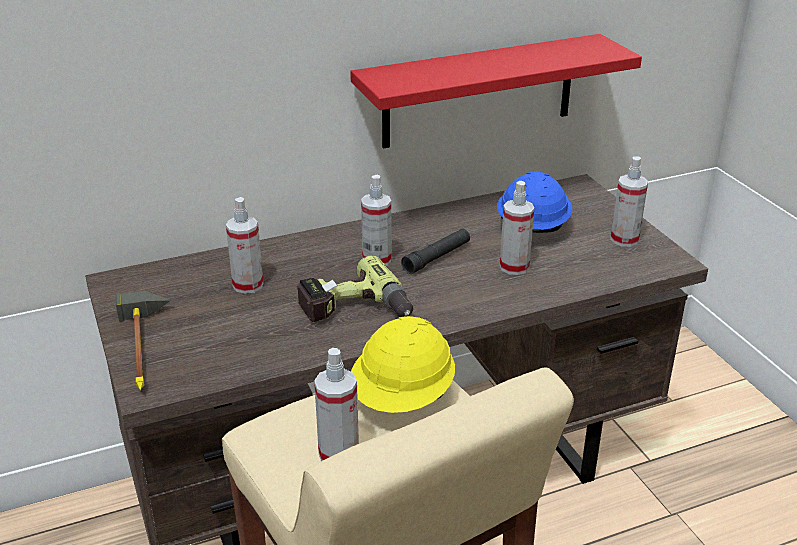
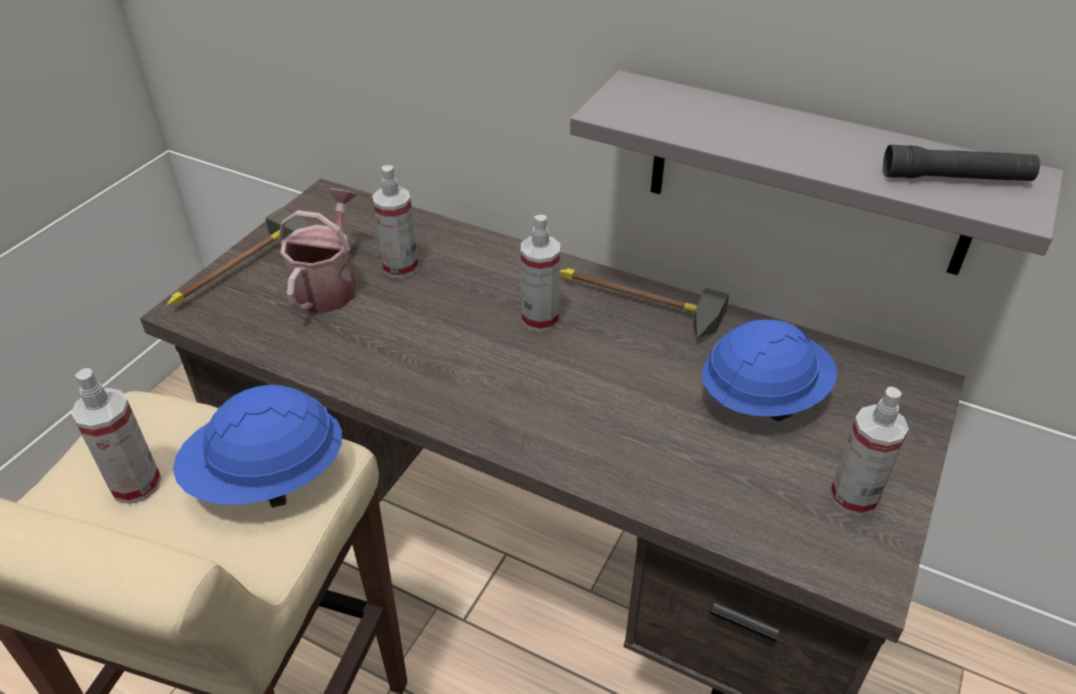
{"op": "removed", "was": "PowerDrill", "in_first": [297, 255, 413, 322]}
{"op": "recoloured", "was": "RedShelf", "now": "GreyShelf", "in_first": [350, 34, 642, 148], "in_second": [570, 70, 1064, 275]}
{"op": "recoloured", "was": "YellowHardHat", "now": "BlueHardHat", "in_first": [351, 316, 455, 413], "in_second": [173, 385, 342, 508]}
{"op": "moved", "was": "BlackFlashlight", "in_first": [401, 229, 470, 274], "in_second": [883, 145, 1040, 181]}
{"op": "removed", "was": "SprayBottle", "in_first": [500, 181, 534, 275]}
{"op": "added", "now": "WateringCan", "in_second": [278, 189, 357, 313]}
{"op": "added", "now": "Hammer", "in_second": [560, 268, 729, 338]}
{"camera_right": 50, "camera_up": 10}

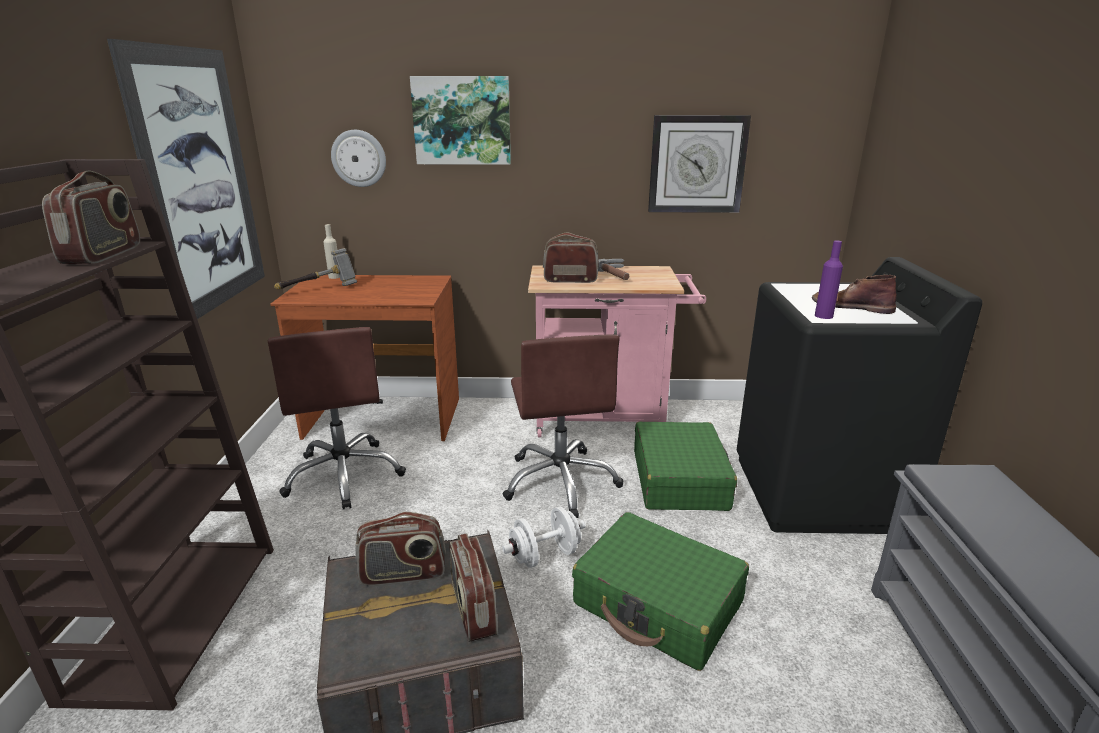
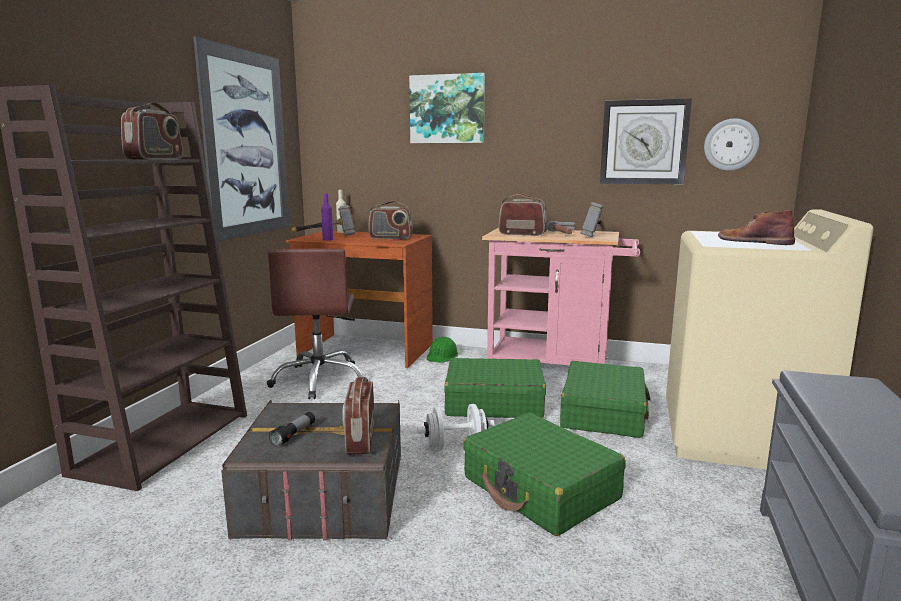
{"op": "moved", "was": "WallClock", "in_first": [331, 130, 386, 187], "in_second": [704, 118, 759, 171]}
{"op": "moved", "was": "Radio", "in_first": [355, 512, 446, 586], "in_second": [369, 201, 413, 239]}
{"op": "replaced", "was": "BrownOfficeChair", "now": "GreenSuitcase", "in_first": [502, 334, 623, 518], "in_second": [444, 358, 546, 418]}
{"op": "recoloured", "was": "BlackWashingMachine", "now": "BeigeWashingMachine", "in_first": [737, 257, 982, 534], "in_second": [666, 209, 874, 470]}
{"op": "moved", "was": "PurpleBottle", "in_first": [815, 240, 843, 319], "in_second": [321, 193, 333, 241]}
{"op": "added", "now": "Flashlight", "in_second": [269, 412, 315, 447]}
{"op": "added", "now": "GreenHardHat", "in_second": [426, 336, 458, 363]}
{"op": "added", "now": "Hammer", "in_second": [581, 202, 604, 237]}
{"camera_right": 15, "camera_up": -10}

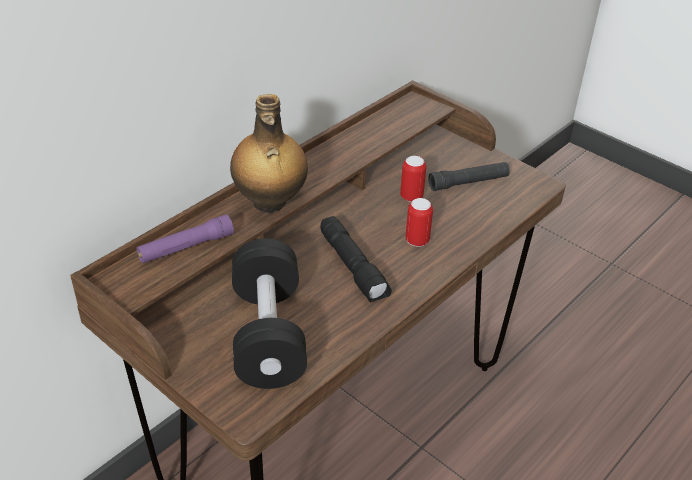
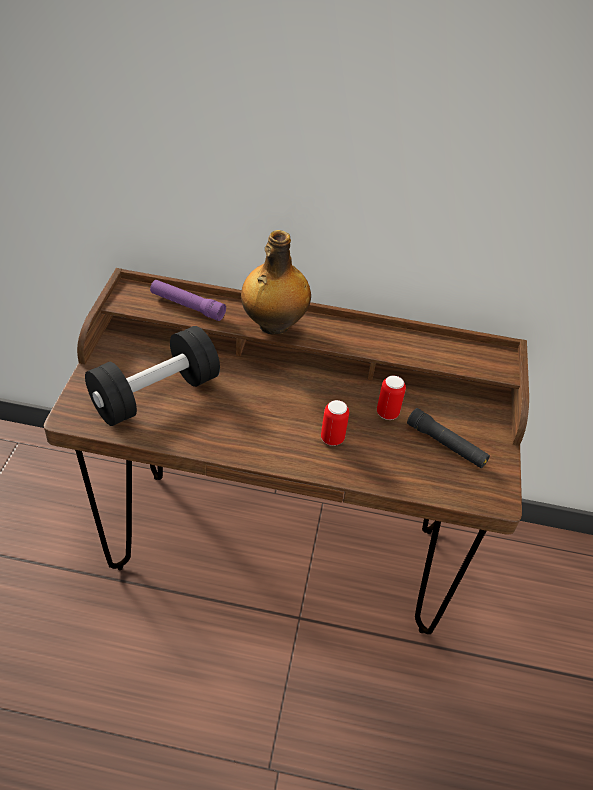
{"op": "removed", "was": "BlackFlashlight", "in_first": [320, 216, 392, 303]}
{"camera_right": 55, "camera_up": 5}

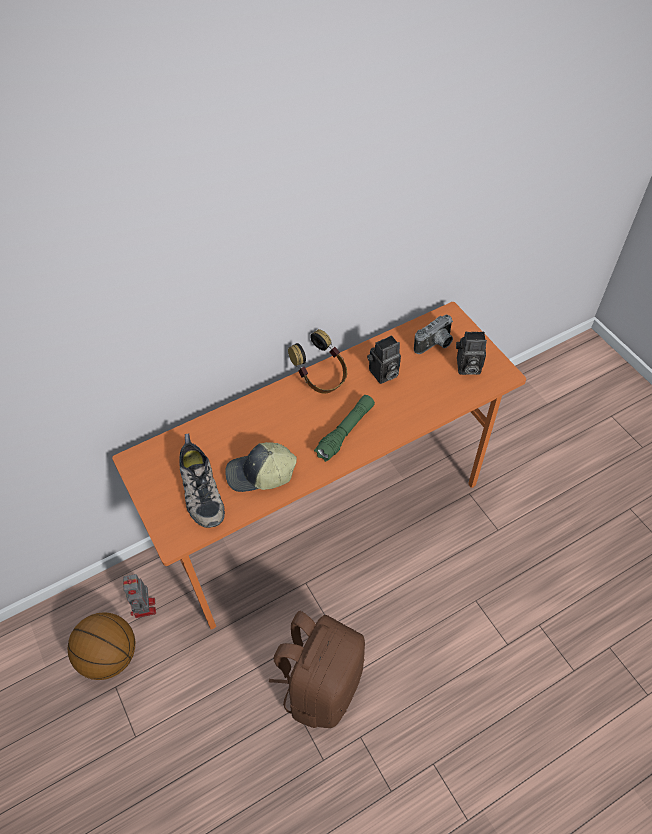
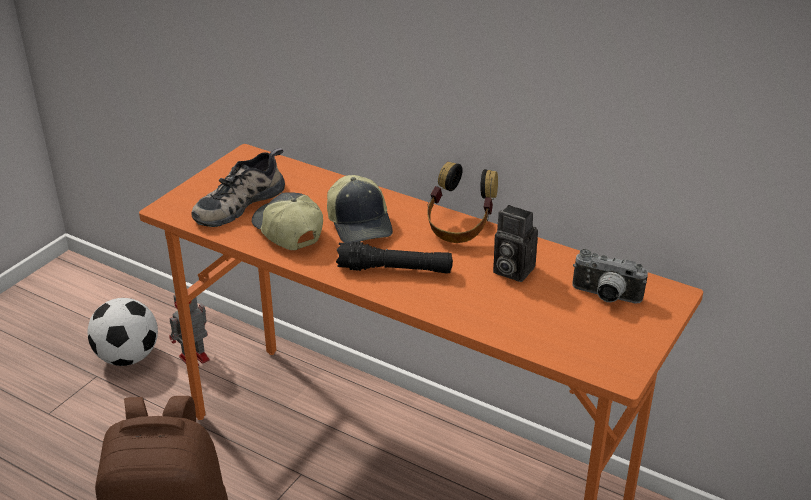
{"op": "replaced", "was": "Basketball", "now": "Football", "in_first": [67, 612, 135, 680], "in_second": [87, 298, 158, 366]}
{"op": "recoloured", "was": "GreenFlashlight", "now": "BlackFlashlight", "in_first": [314, 395, 375, 462], "in_second": [336, 242, 453, 274]}
{"op": "removed", "was": "PhotoCamera", "in_first": [456, 332, 487, 375]}
{"op": "added", "now": "Cap", "in_second": [327, 175, 393, 243]}
{"camera_right": 60, "camera_up": -20}

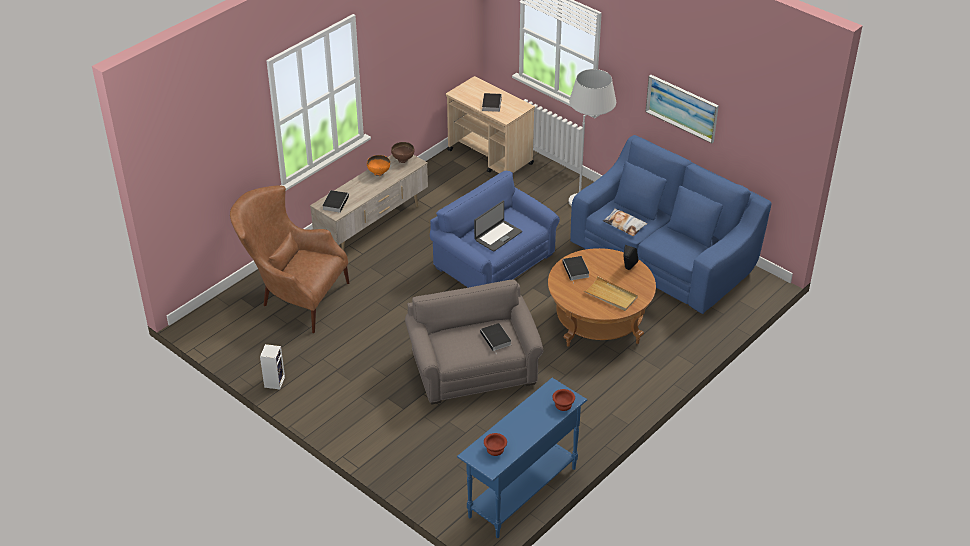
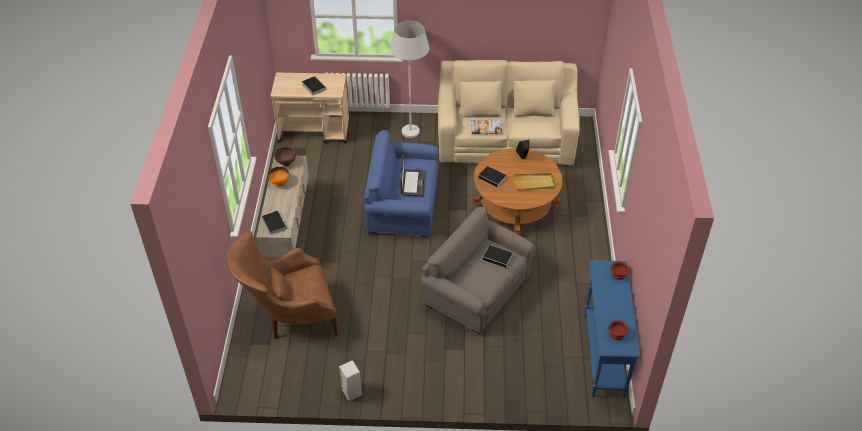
{"op": "recoloured", "was": "BlueSofa", "now": "BeigeSofa", "in_first": [570, 135, 772, 314], "in_second": [438, 60, 580, 166]}
{"op": "removed", "was": "Picture", "in_first": [645, 75, 719, 144]}
{"camera_right": -40, "camera_up": 5}

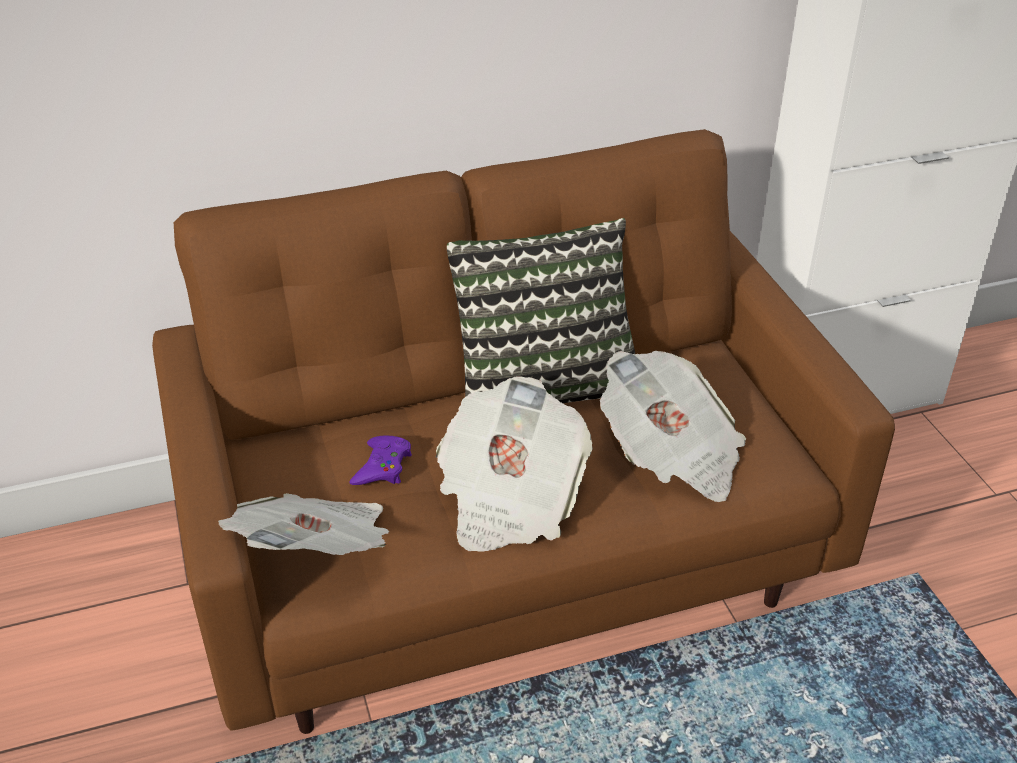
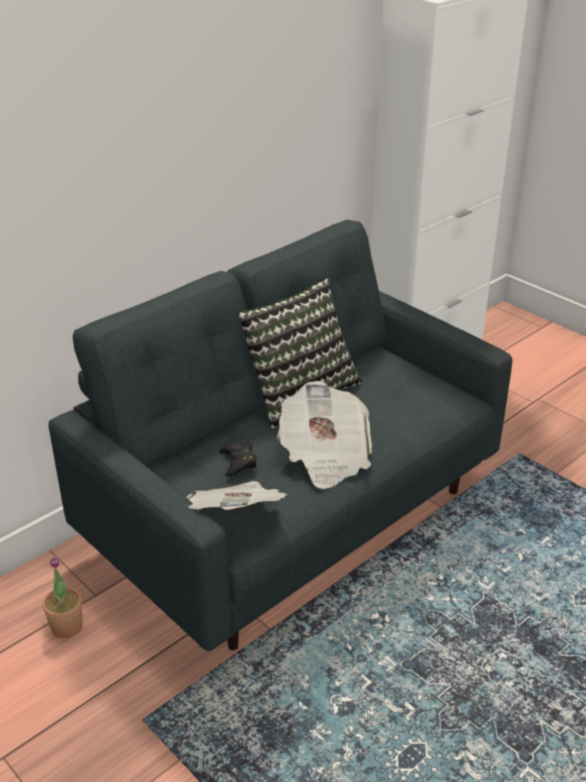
{"op": "recoloured", "was": "BrownSofa", "now": "GreySofa", "in_first": [152, 129, 895, 734], "in_second": [48, 220, 513, 651]}
{"op": "recoloured", "was": "PurpleGameController", "now": "BlackGameController", "in_first": [349, 436, 412, 485], "in_second": [219, 441, 257, 477]}
{"op": "removed", "was": "Newspaper", "in_first": [600, 351, 746, 502]}
{"op": "added", "now": "PottedPlant", "in_second": [43, 557, 83, 638]}
{"camera_right": -25, "camera_up": -5}

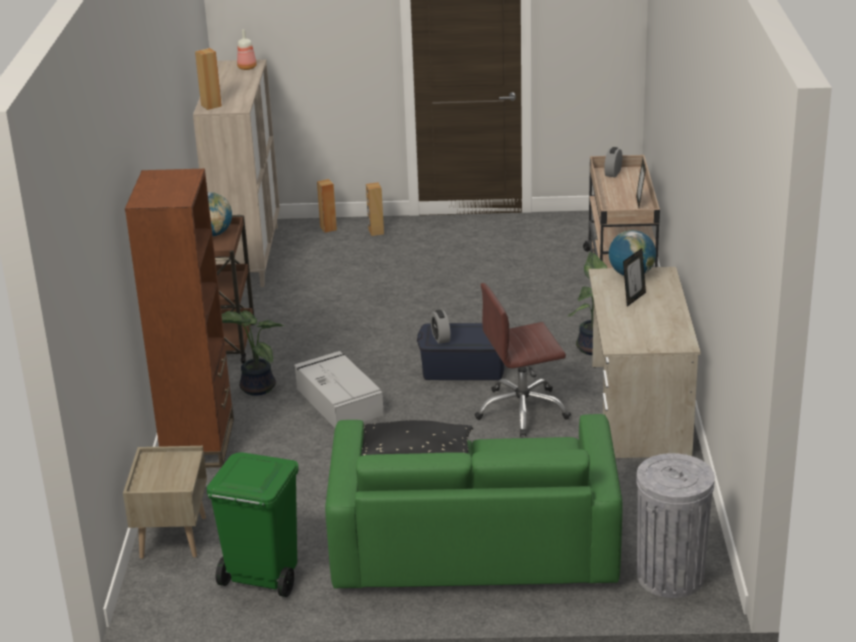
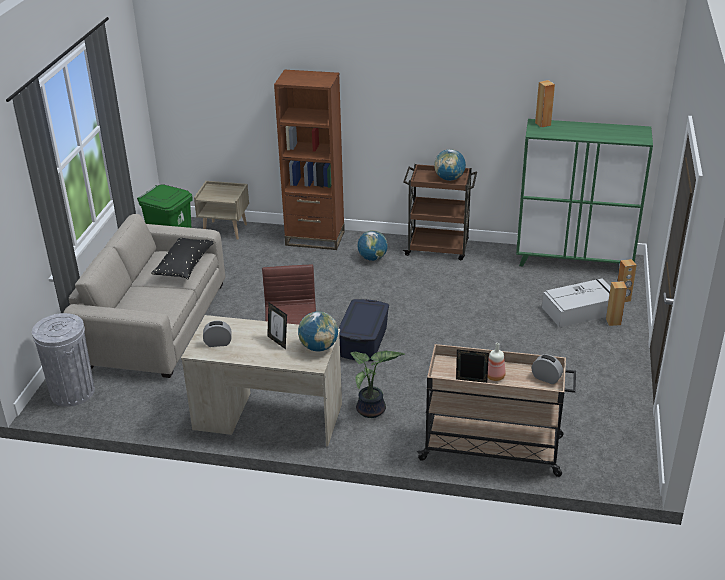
{"op": "recoloured", "was": "BeigeCabinet", "now": "GreenCabinet", "in_first": [193, 59, 280, 287], "in_second": [516, 119, 653, 266]}
{"op": "replaced", "was": "PottedPlant", "now": "Globe", "in_first": [222, 310, 285, 396], "in_second": [357, 230, 388, 261]}
{"op": "moved", "was": "Bottle", "in_first": [237, 29, 257, 70], "in_second": [488, 343, 506, 381]}
{"op": "moved", "was": "GreyStorageBox", "in_first": [294, 351, 384, 428], "in_second": [542, 279, 610, 327]}
{"op": "recoloured", "was": "GreenSofa", "now": "BeigeSofa", "in_first": [325, 414, 622, 588], "in_second": [63, 214, 225, 378]}
{"op": "moved", "was": "AlarmClock", "in_first": [431, 310, 451, 344], "in_second": [203, 321, 232, 347]}
{"camera_right": 100, "camera_up": 5}

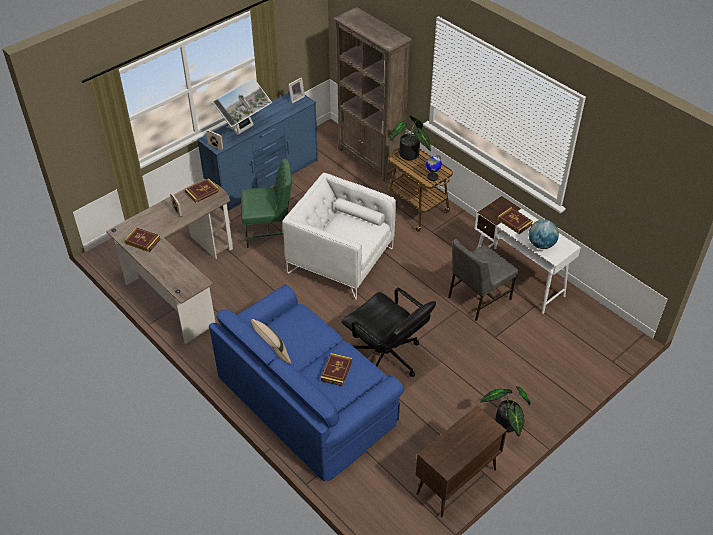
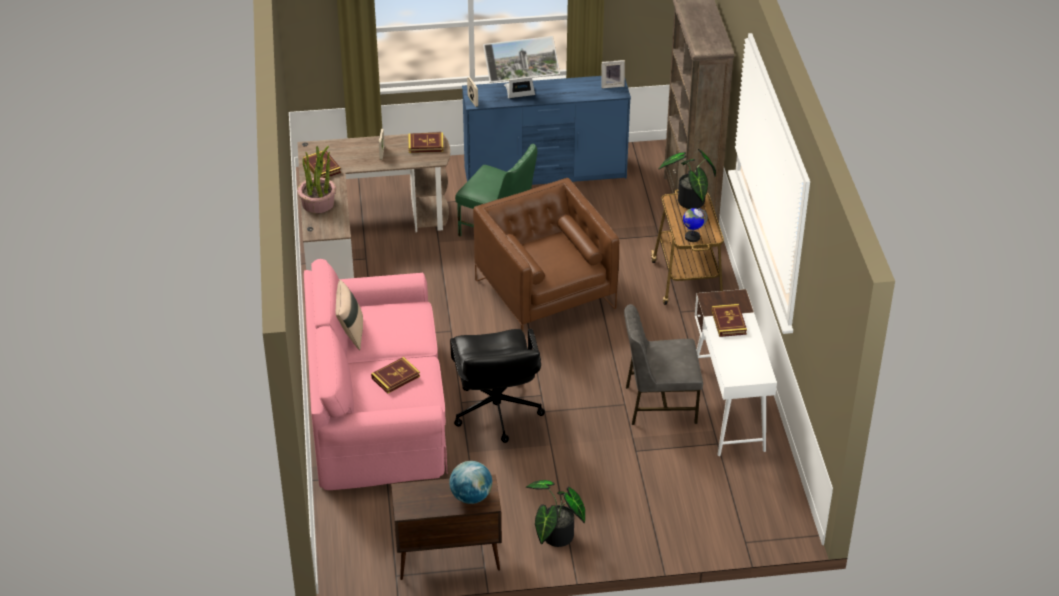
{"op": "recoloured", "was": "BlueSofa", "now": "PinkSofa", "in_first": [209, 284, 404, 481], "in_second": [304, 259, 447, 490]}
{"op": "recoloured", "was": "WhiteArmchair", "now": "BrownArmchair", "in_first": [282, 173, 396, 300], "in_second": [473, 178, 619, 332]}
{"op": "moved", "was": "Globe", "in_first": [529, 220, 559, 249], "in_second": [449, 461, 492, 504]}
{"op": "added", "now": "PottedPlant", "in_second": [297, 146, 336, 213]}
{"camera_right": 35, "camera_up": -5}

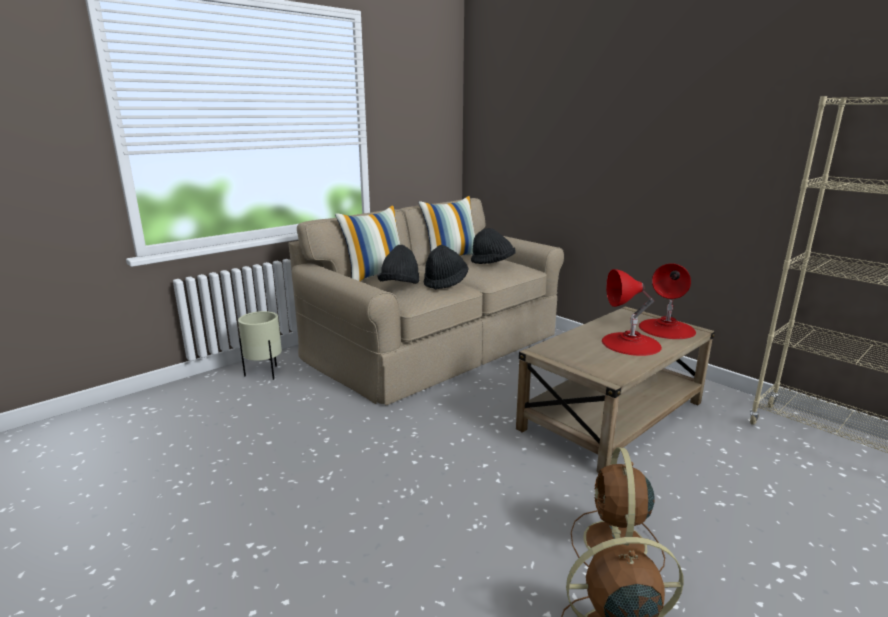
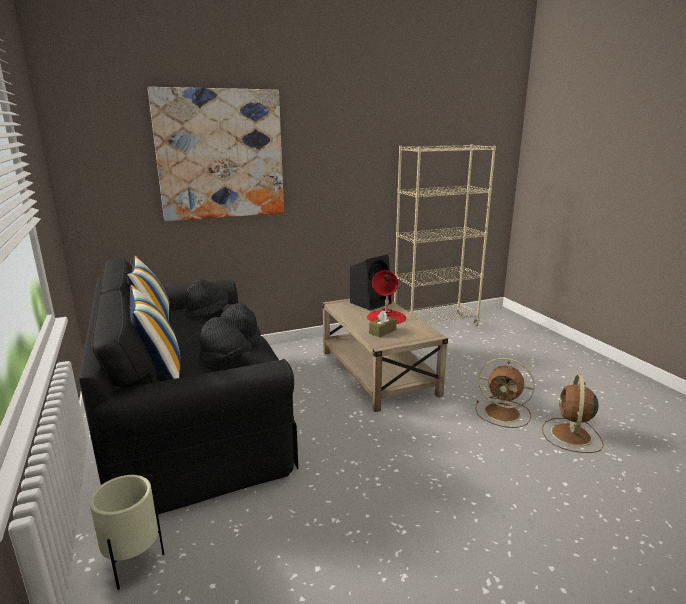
{"op": "recoloured", "was": "BeigeSofa", "now": "BlackSofa", "in_first": [288, 198, 564, 406], "in_second": [79, 258, 298, 514]}
{"op": "replaced", "was": "RedTableLamp", "now": "BlackSpeaker", "in_first": [639, 263, 696, 339], "in_second": [350, 254, 392, 310]}
{"op": "added", "now": "Picture", "in_second": [148, 87, 284, 221]}
{"op": "added", "now": "BrownTissueBox", "in_second": [369, 310, 397, 337]}
{"camera_right": -70, "camera_up": 0}

